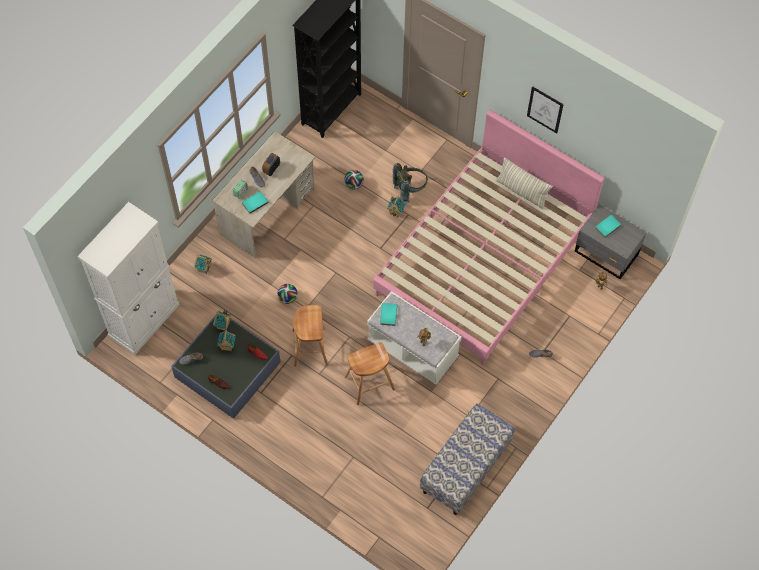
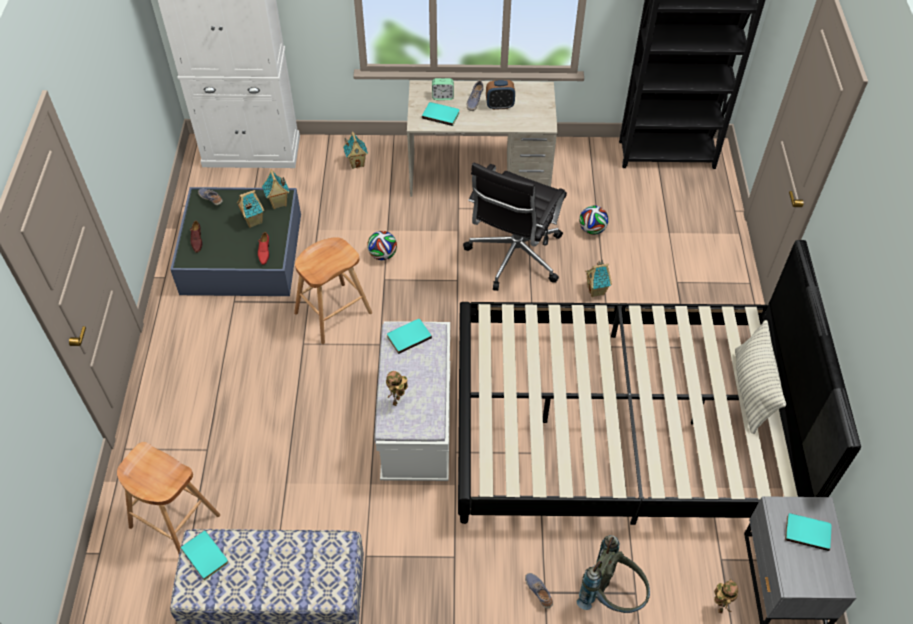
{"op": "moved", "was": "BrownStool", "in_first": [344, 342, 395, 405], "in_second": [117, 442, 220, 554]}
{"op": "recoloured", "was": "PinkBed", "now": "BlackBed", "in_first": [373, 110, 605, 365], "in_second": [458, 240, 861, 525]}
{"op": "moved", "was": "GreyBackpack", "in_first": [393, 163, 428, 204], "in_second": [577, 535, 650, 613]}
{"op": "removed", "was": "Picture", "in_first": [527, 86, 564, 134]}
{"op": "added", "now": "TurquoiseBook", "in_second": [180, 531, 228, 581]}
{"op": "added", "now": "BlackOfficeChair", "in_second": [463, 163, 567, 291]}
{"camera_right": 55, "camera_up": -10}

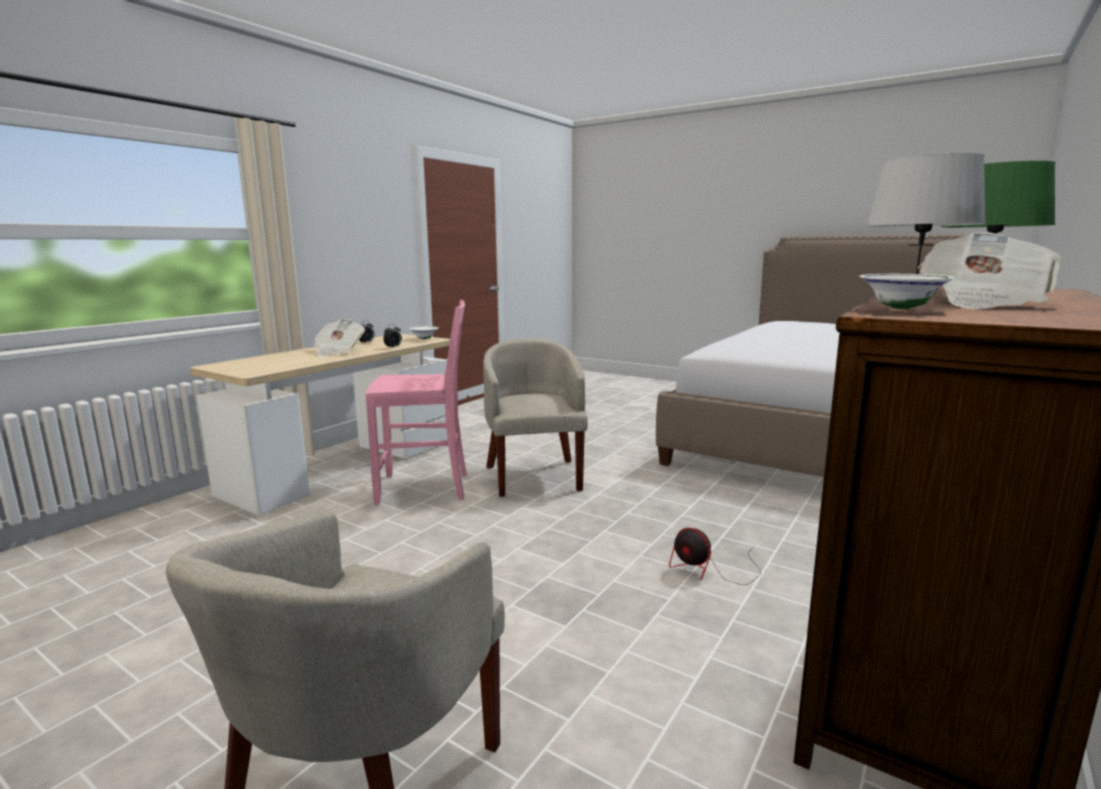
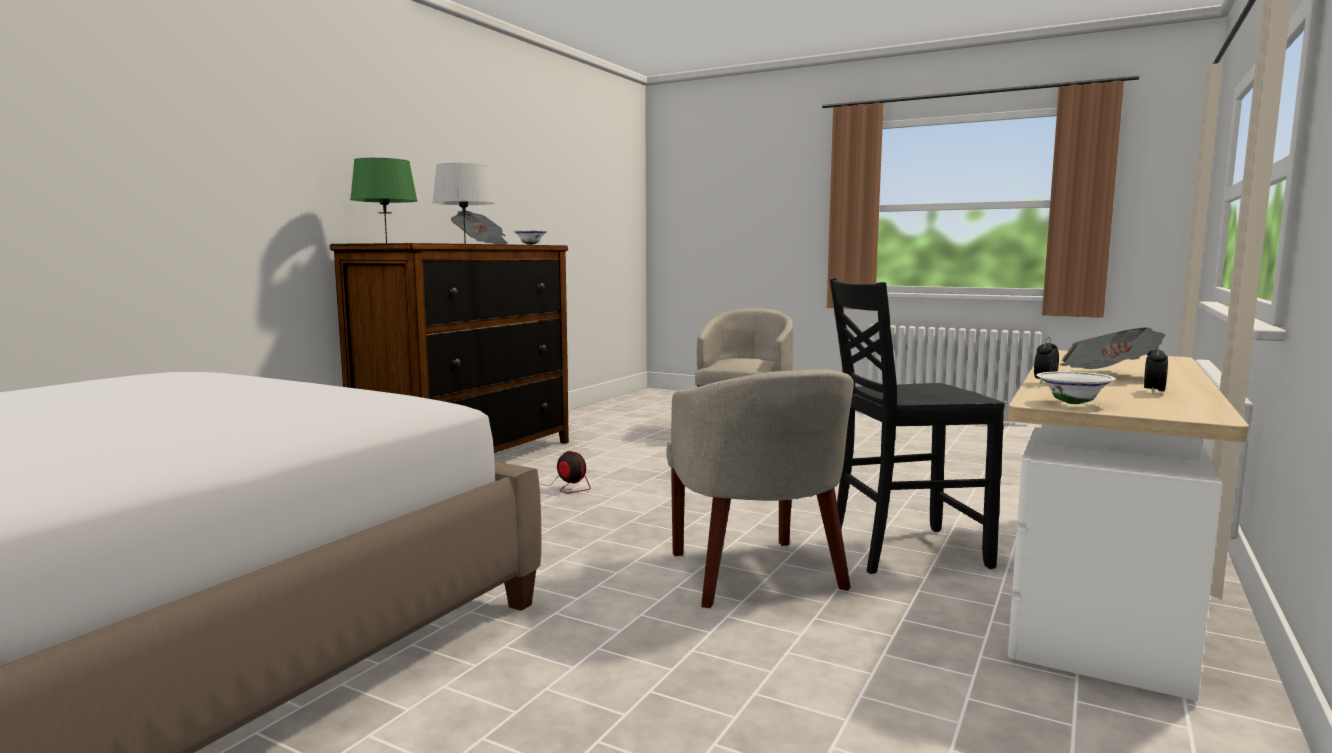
{"op": "recoloured", "was": "PinkChair", "now": "BlackChair", "in_first": [366, 300, 467, 505], "in_second": [830, 278, 1005, 574]}
{"camera_right": 175, "camera_up": -5}

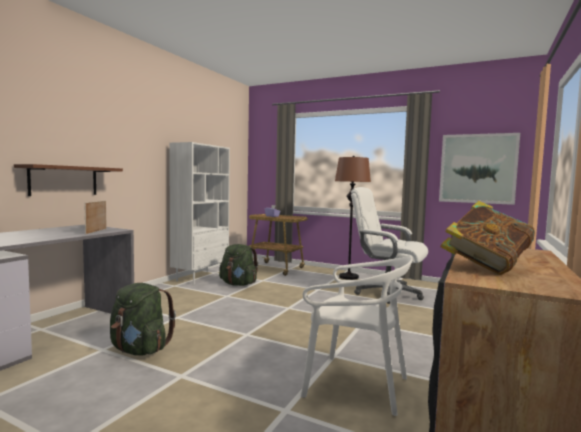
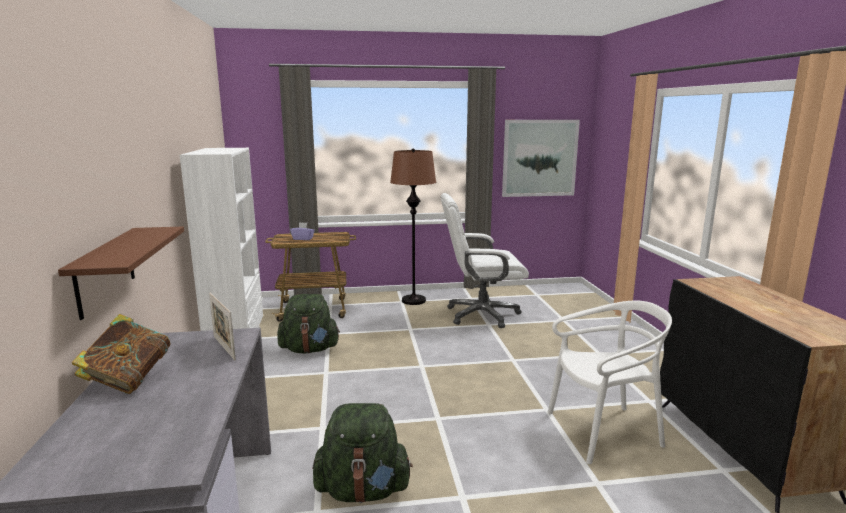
{"op": "moved", "was": "Book", "in_first": [440, 201, 535, 275], "in_second": [72, 314, 171, 394]}
{"camera_right": -35, "camera_up": 10}

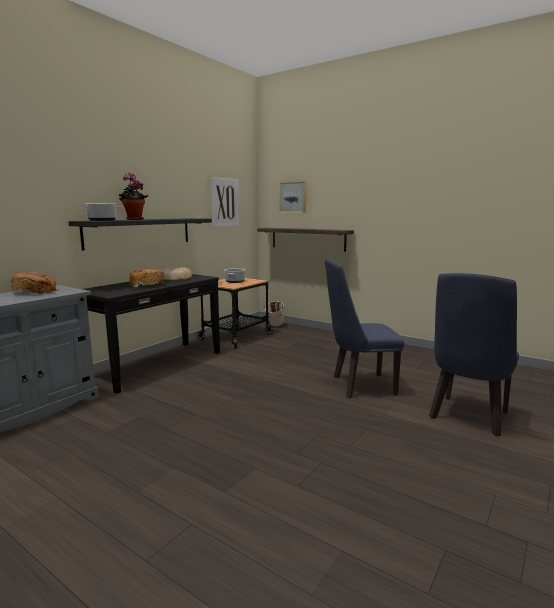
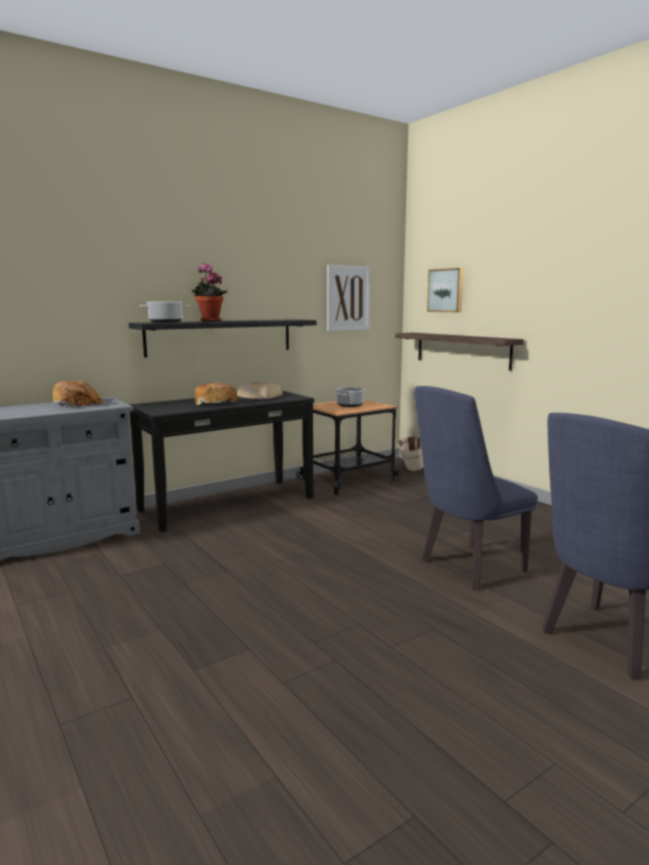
{"op": "turned", "was": "BlueChair", "in_first": [325, 259, 404, 398], "in_second": [414, 386, 538, 590], "clockwise": -45}
{"camera_right": 20, "camera_up": 0}

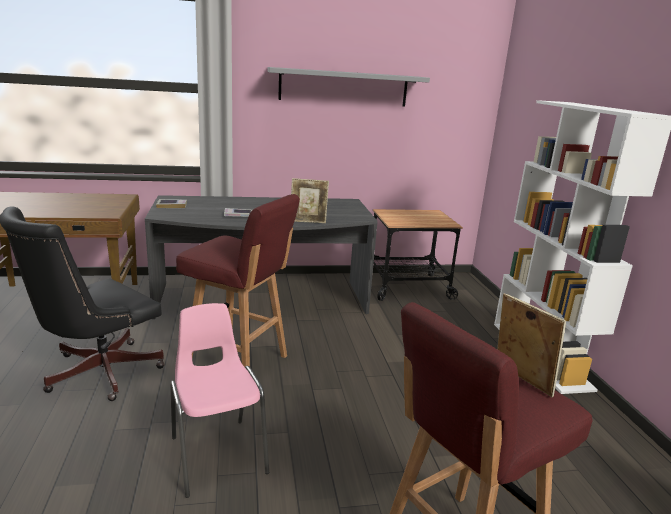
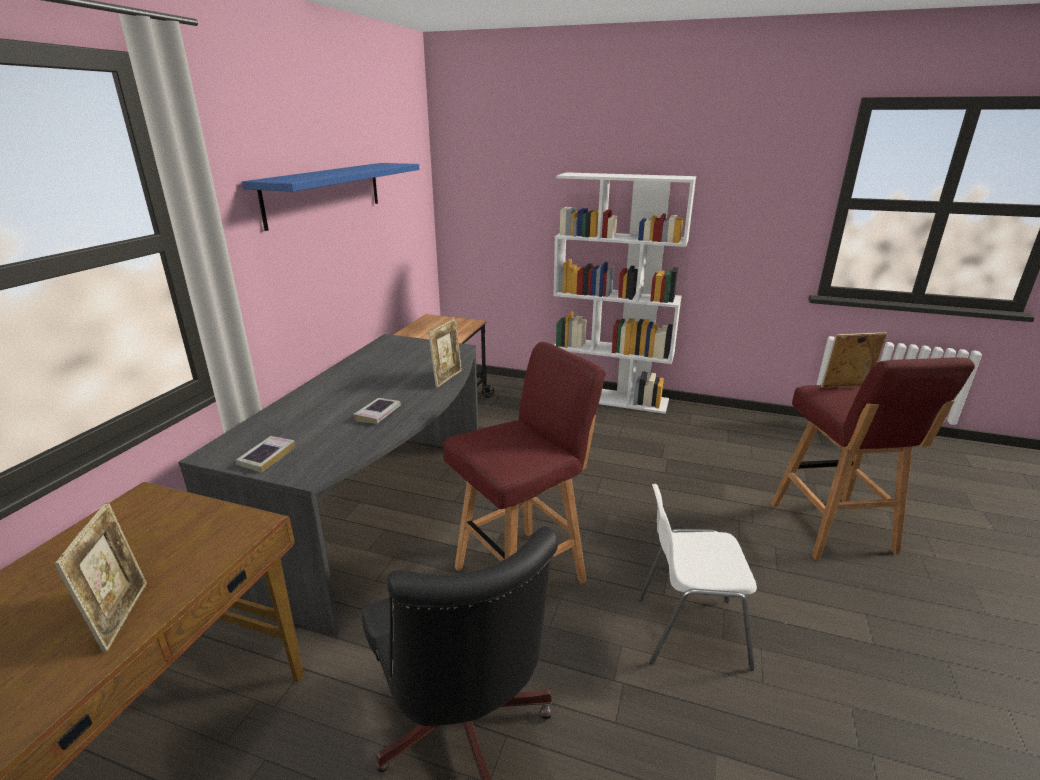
{"op": "recoloured", "was": "PinkChair", "now": "WhiteChair", "in_first": [170, 303, 269, 498], "in_second": [638, 484, 757, 671]}
{"op": "recoloured", "was": "GreyShelf", "now": "BlueShelf", "in_first": [267, 67, 430, 106], "in_second": [242, 163, 420, 231]}
{"op": "added", "now": "PictureFrame", "in_second": [54, 502, 147, 652]}
{"camera_right": -60, "camera_up": 5}

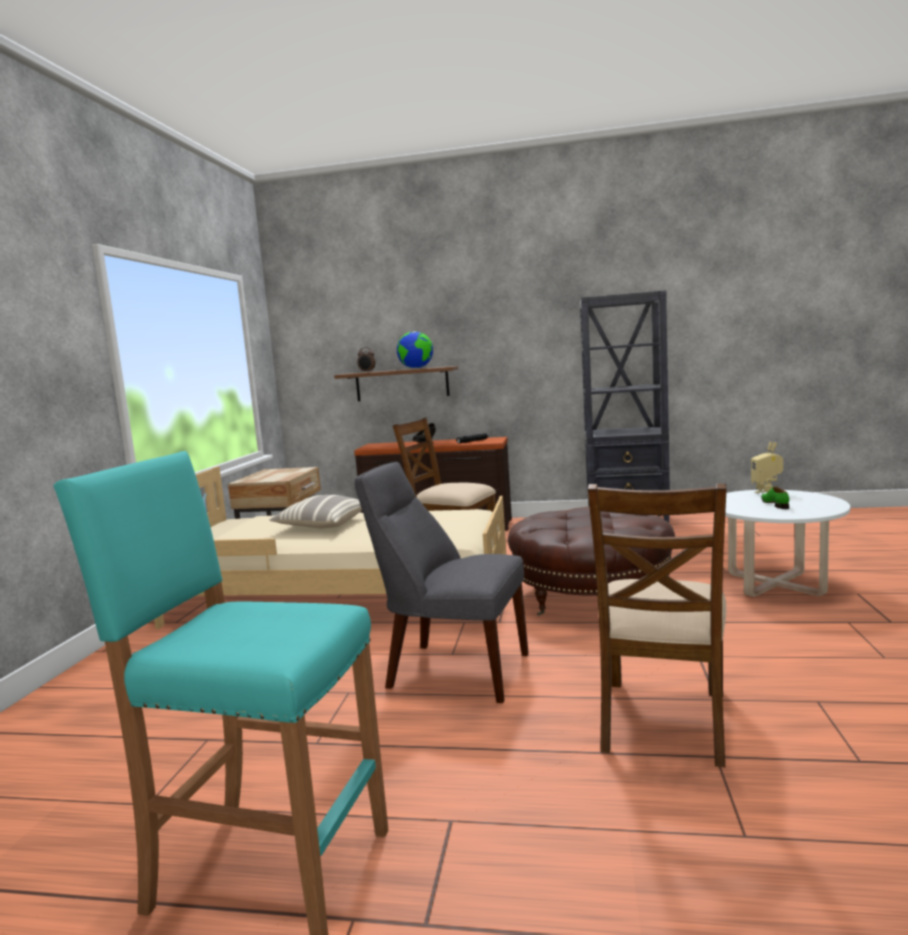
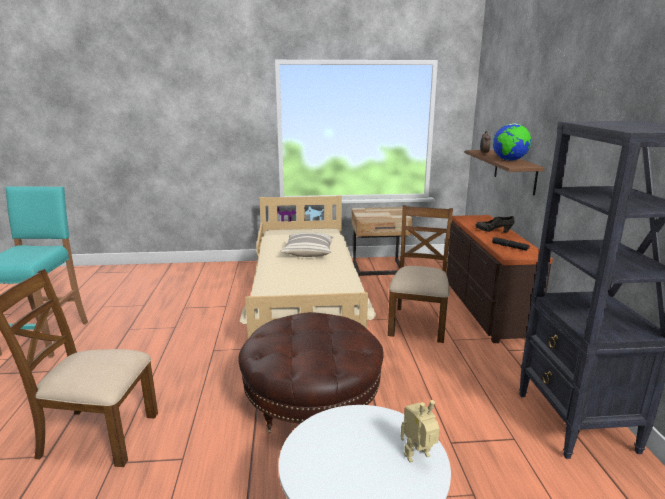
{"op": "removed", "was": "GreyChair", "in_first": [355, 462, 529, 703]}
{"op": "removed", "was": "GreenShoe", "in_first": [761, 486, 789, 509]}
{"camera_right": 75, "camera_up": 10}

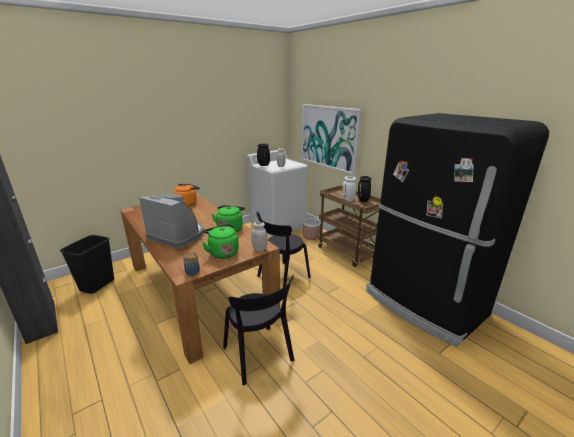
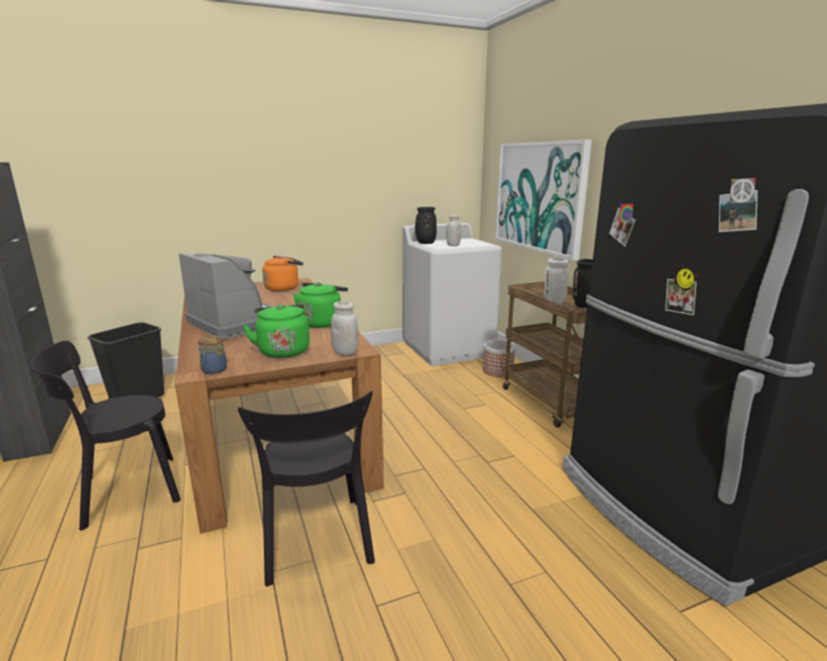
{"op": "moved", "was": "BlackChair", "in_first": [256, 212, 311, 287], "in_second": [30, 341, 181, 530]}
{"camera_right": 15, "camera_up": -5}

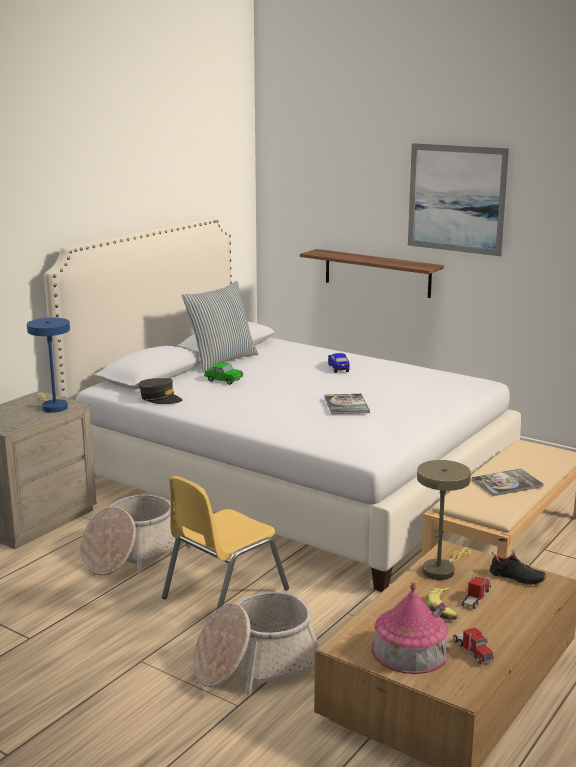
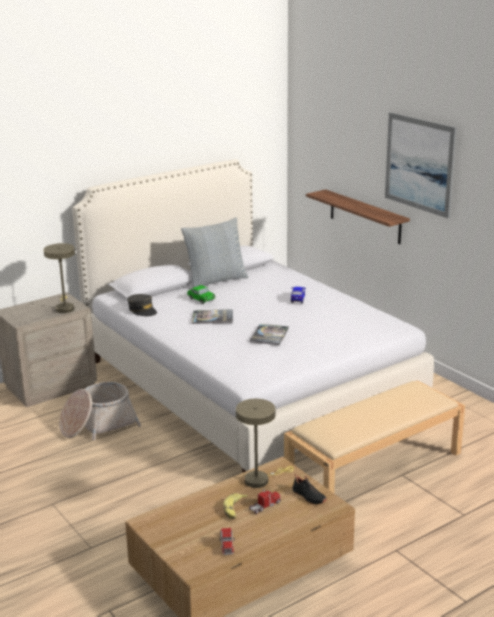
{"op": "recoloured", "was": "BlueTableLamp", "now": "BeigeTableLamp", "in_first": [27, 317, 70, 413], "in_second": [44, 243, 75, 313]}
{"op": "removed", "was": "YellowChair", "in_first": [162, 476, 289, 611]}
{"op": "removed", "was": "Basket", "in_first": [193, 592, 319, 695]}
{"op": "removed", "was": "ToyHouse", "in_first": [372, 582, 449, 674]}
{"op": "moved", "was": "Book", "in_first": [472, 468, 543, 496], "in_second": [192, 309, 233, 324]}
{"camera_right": 20, "camera_up": 5}

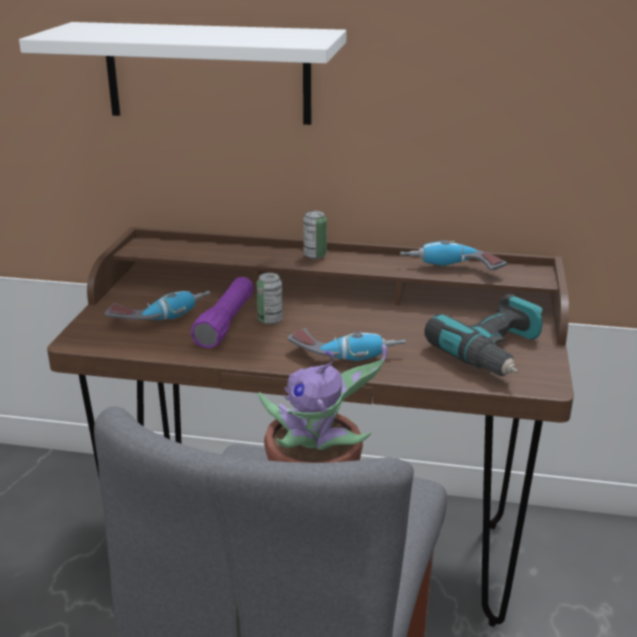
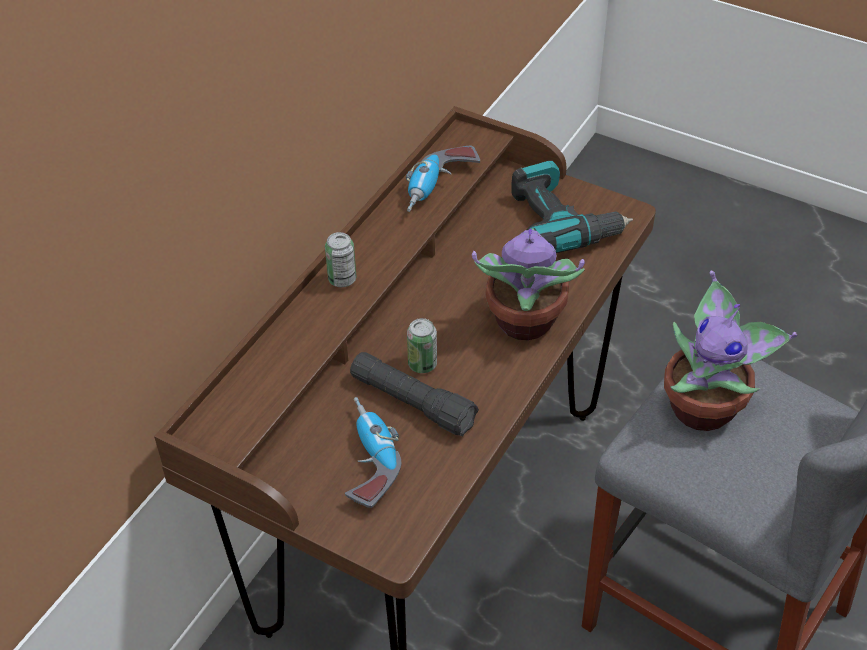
{"op": "removed", "was": "WhiteShelf", "in_first": [19, 22, 346, 125]}
{"op": "recoloured", "was": "PurpleFlashlight", "now": "BlackFlashlight", "in_first": [191, 277, 254, 348], "in_second": [350, 352, 479, 436]}
{"op": "replaced", "was": "PowerDrill", "now": "PottedPlant", "in_first": [287, 328, 406, 361], "in_second": [472, 228, 585, 340]}
{"camera_right": -70, "camera_up": 20}

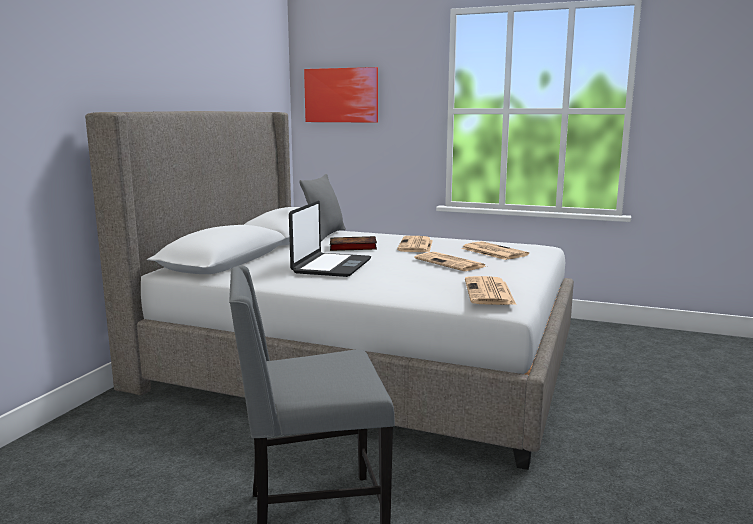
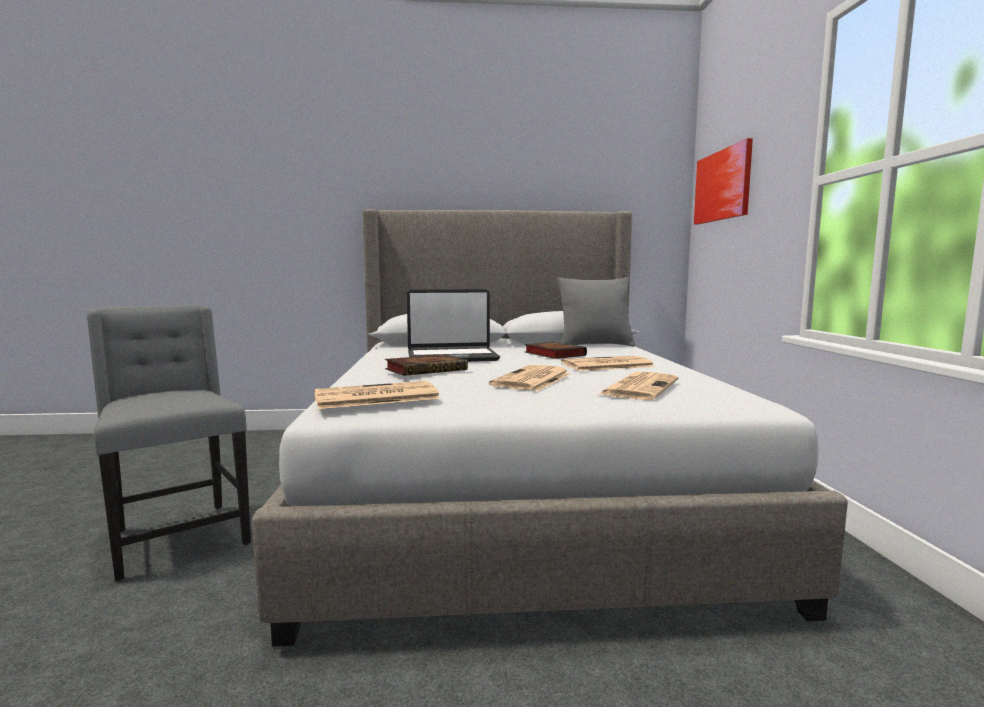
{"op": "added", "now": "Book", "in_second": [385, 355, 468, 376]}
{"camera_right": 65, "camera_up": -5}

